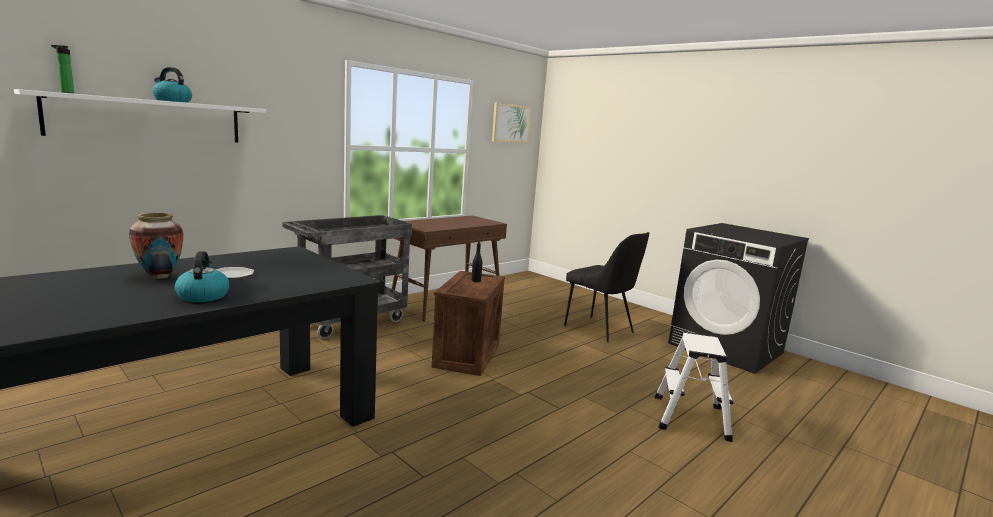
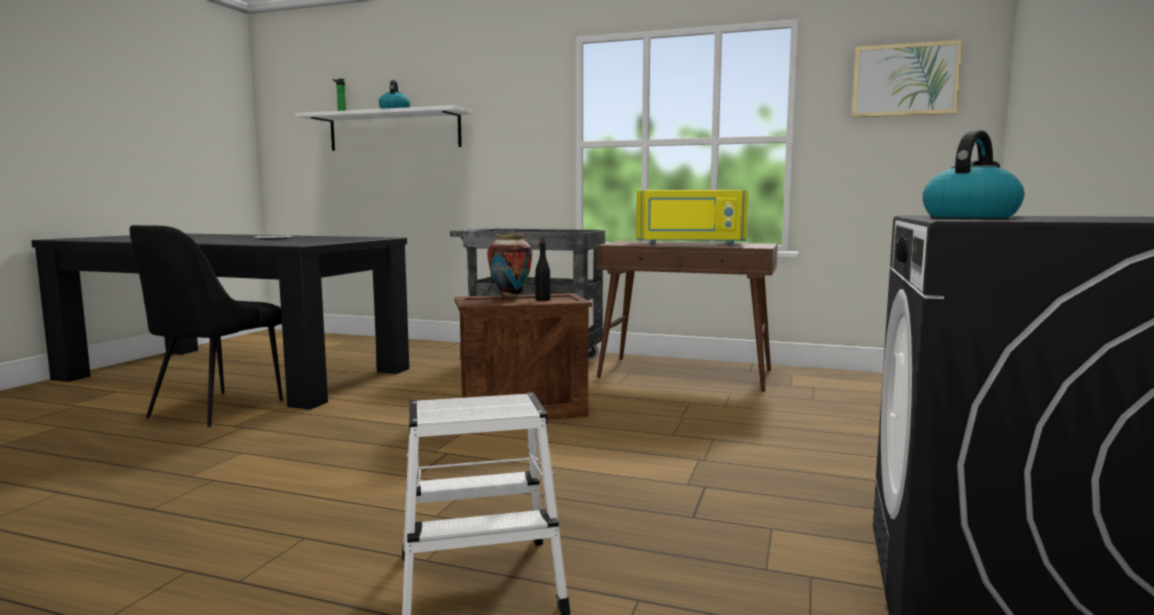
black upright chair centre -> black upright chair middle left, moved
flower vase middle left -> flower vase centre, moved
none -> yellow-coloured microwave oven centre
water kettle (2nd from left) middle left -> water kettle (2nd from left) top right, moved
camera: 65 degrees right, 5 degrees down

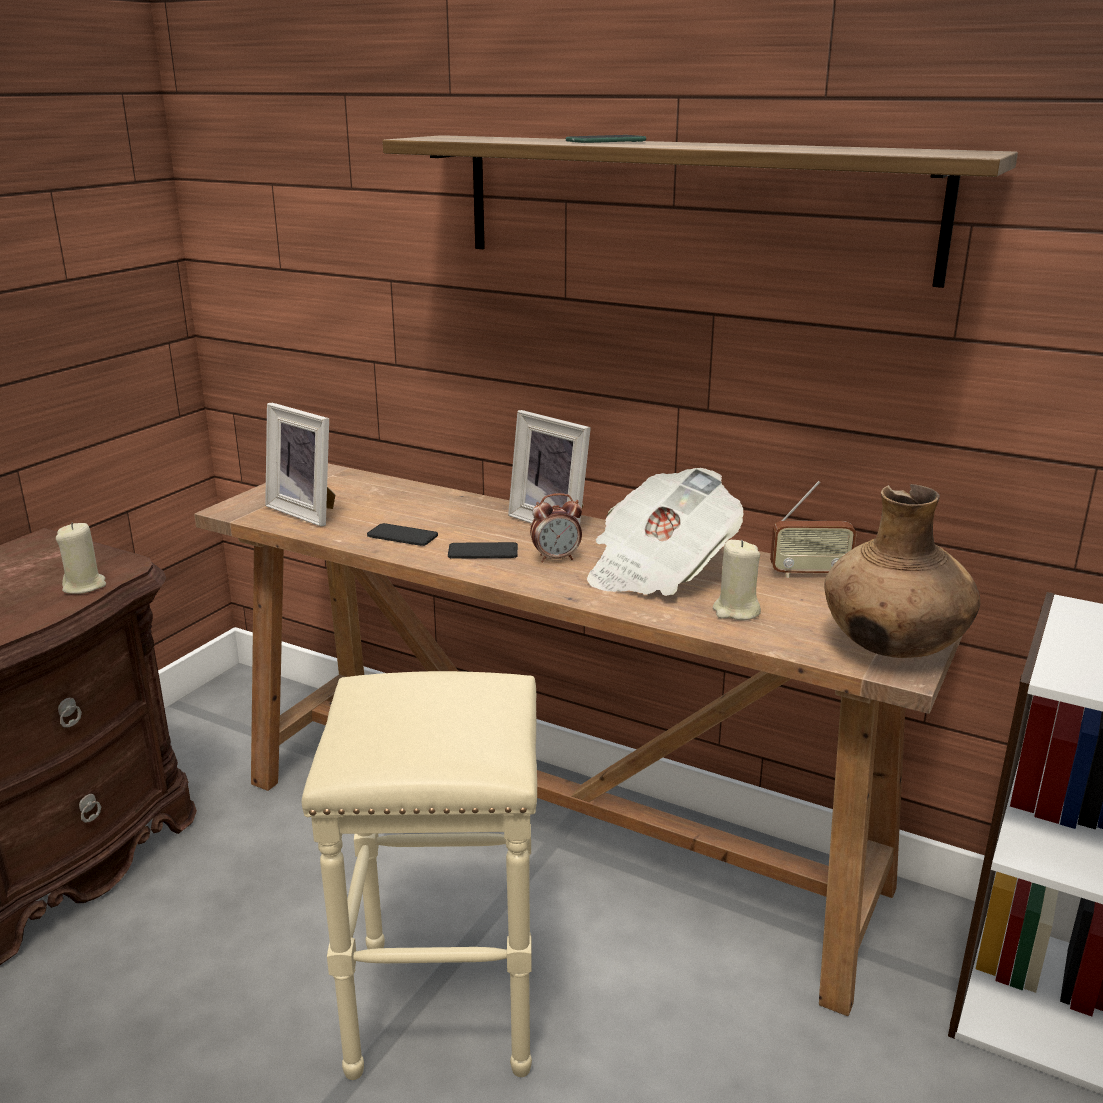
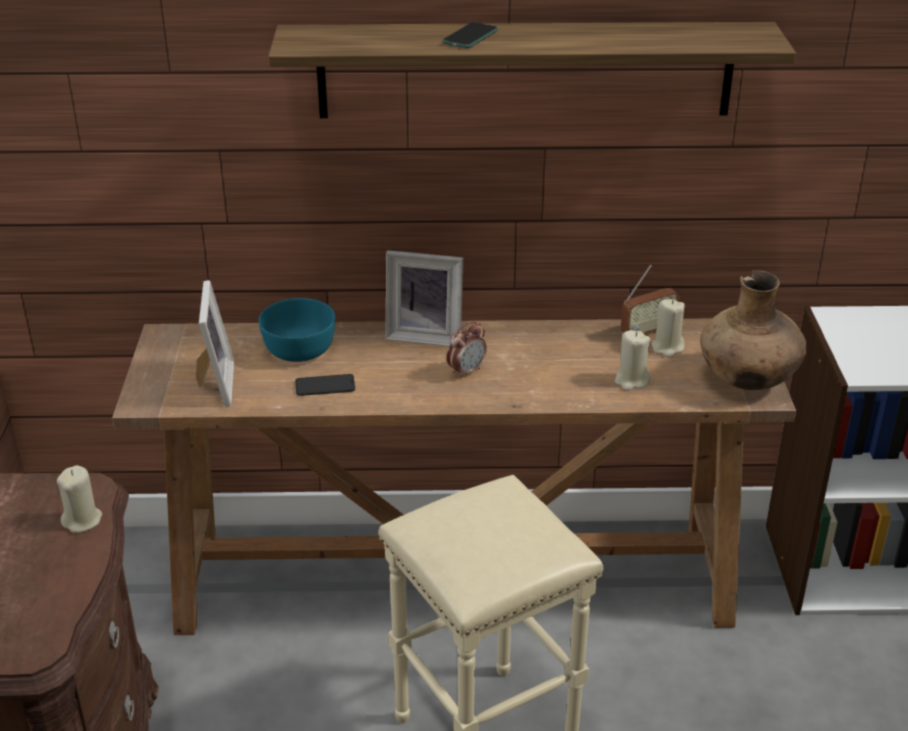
photo frame (1st from left) middle left, 105 degrees counterclockwise
none -> turquoise-coloured bowl middle left
none -> sand-coloured wax light (3rd from left) middle right
phone (2nd from left) centre -> none
printed paper centre -> none
camera: 30 degrees left, 10 degrees up

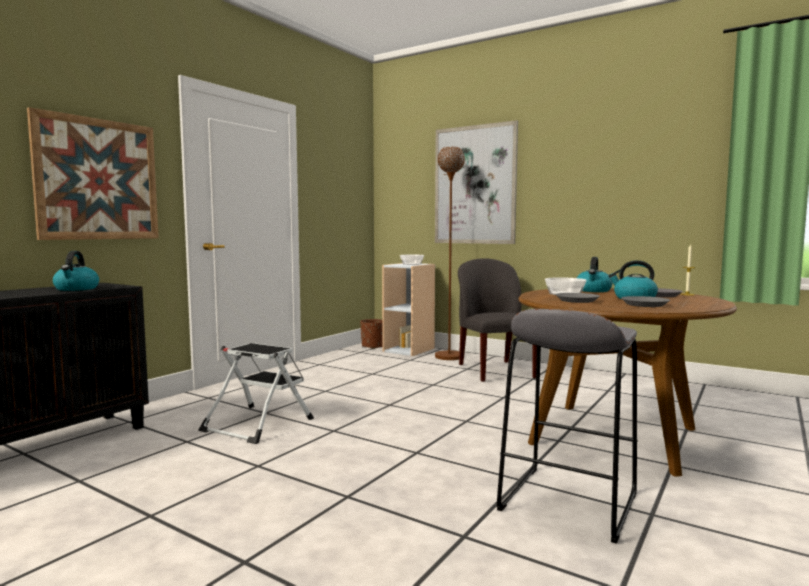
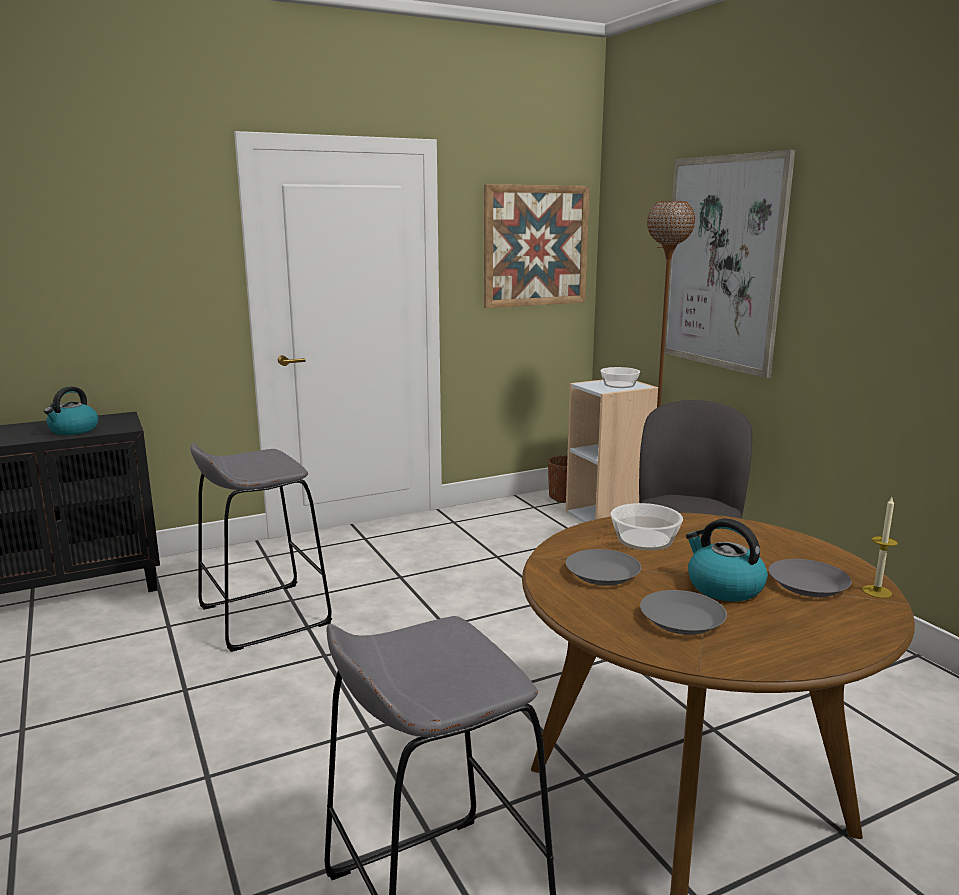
step stool bottom left -> greyish sitting stool (1st from left) middle left
picture (1st from left) top left -> picture (1st from left) top centre, moved
water kettle (2nd from left) middle right -> none
camera: 30 degrees right, 10 degrees up

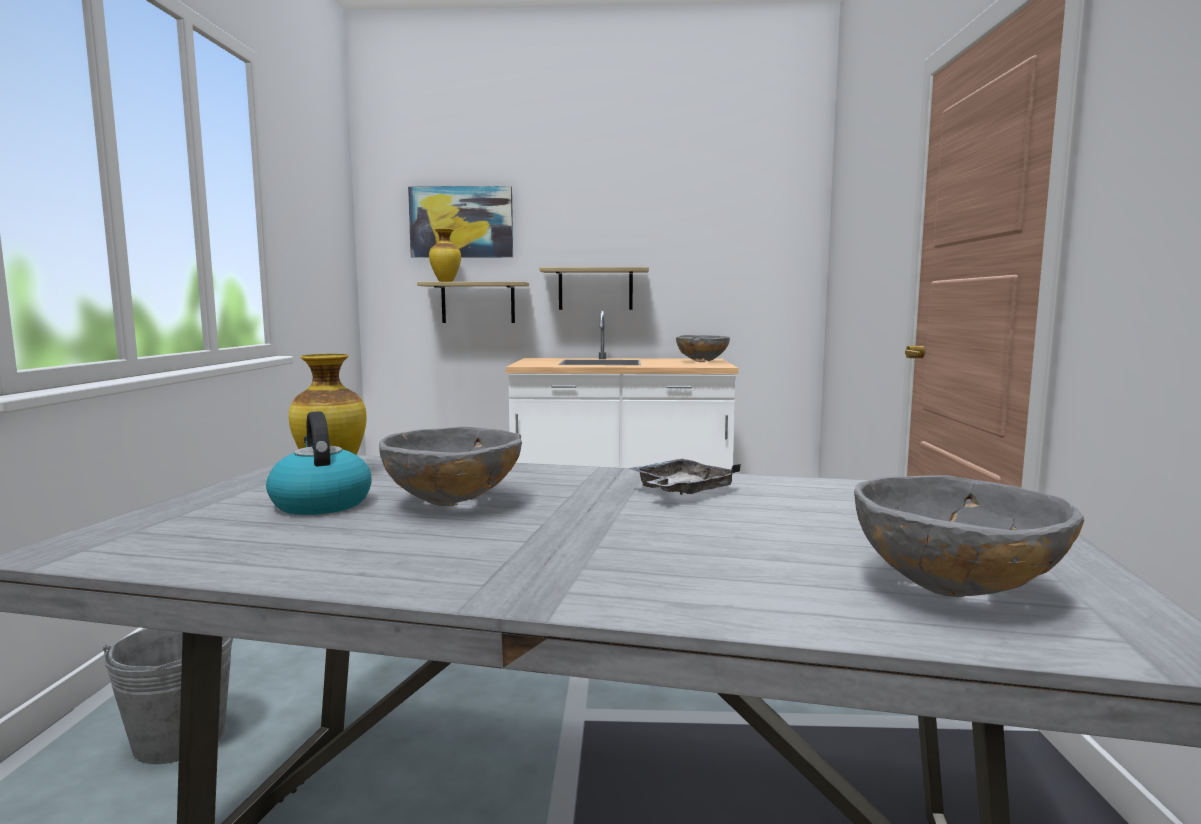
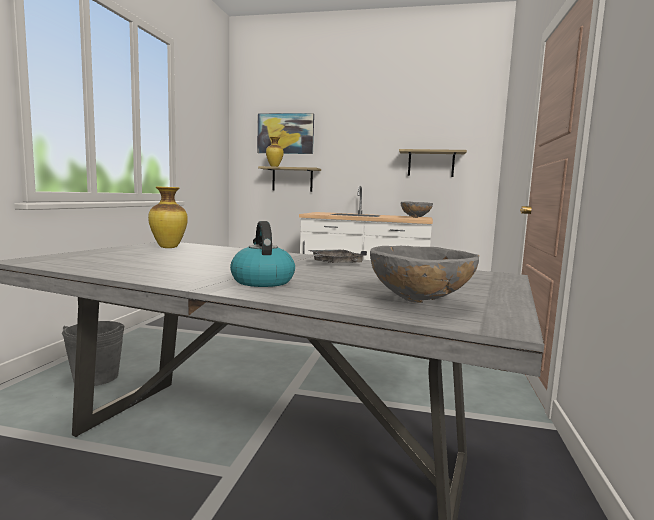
water kettle middle left -> water kettle centre, moved
wall shelf (2nd from left) centre -> wall shelf (2nd from left) top centre, moved
greyish bowl (1st from left) centre -> none
camera: 10 degrees right, 0 degrees up

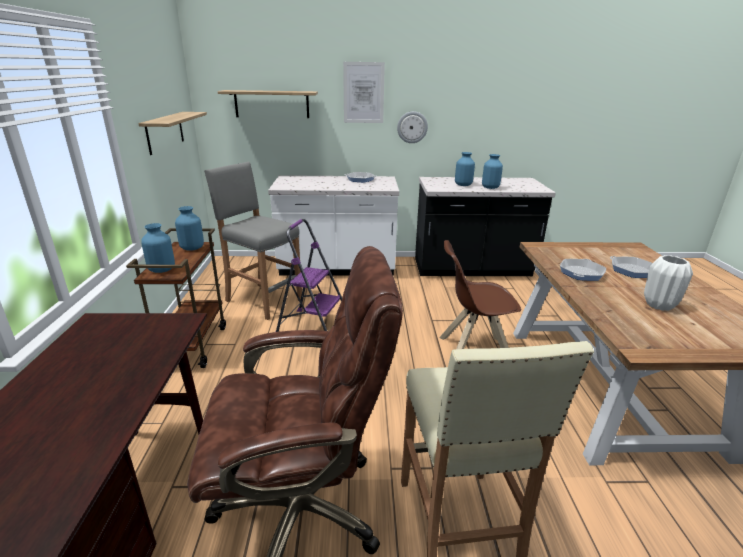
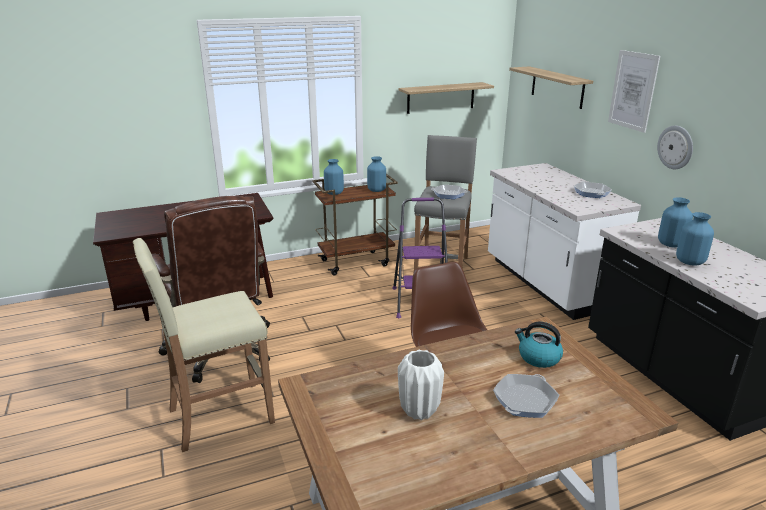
frying pan (2nd from left in the first image) middle right -> frying pan (1st from left) centre, moved
none -> water kettle bottom right
camera: 70 degrees right, 0 degrees up

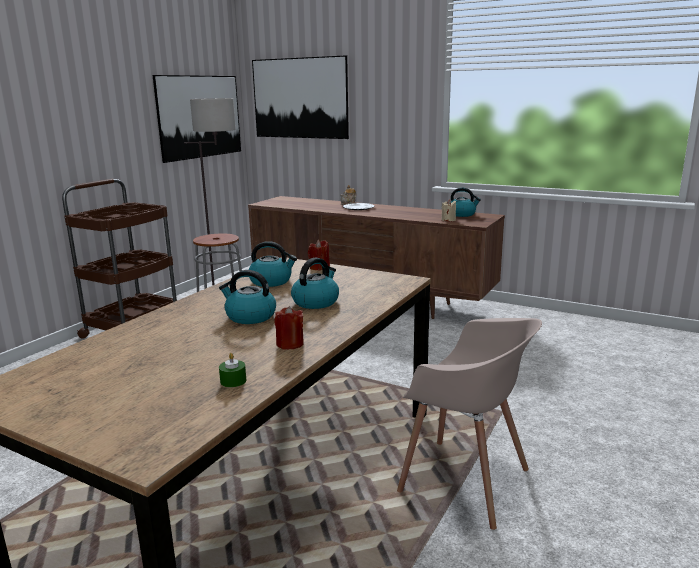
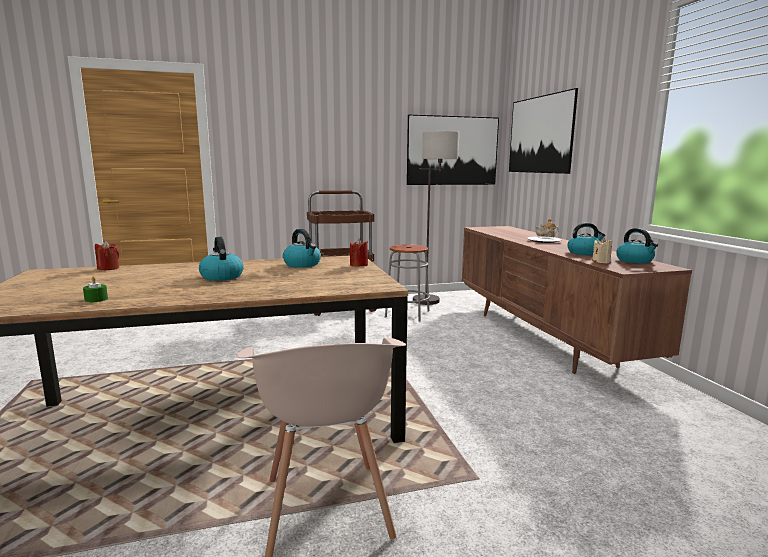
red-coloured wax light (1st from left) centre -> red-coloured wax light (1st from left) middle left, moved
water kettle (3rd from left) centre -> water kettle (3rd from left) middle right, moved
camera: 45 degrees right, 5 degrees down

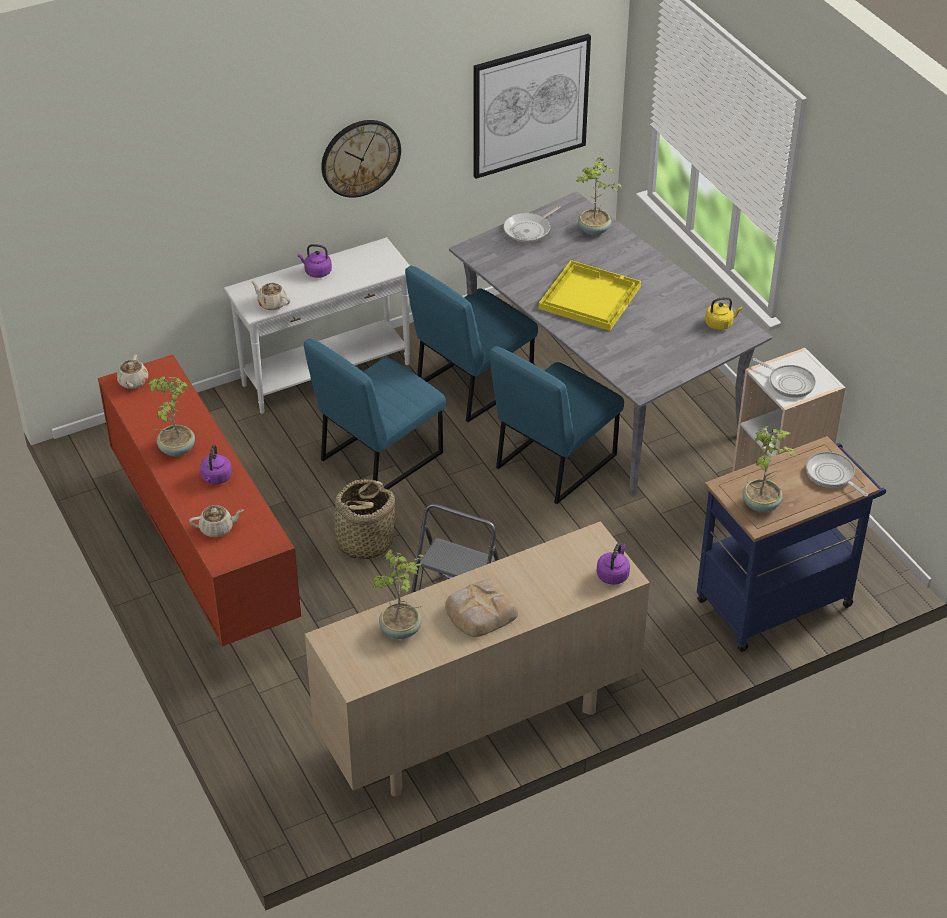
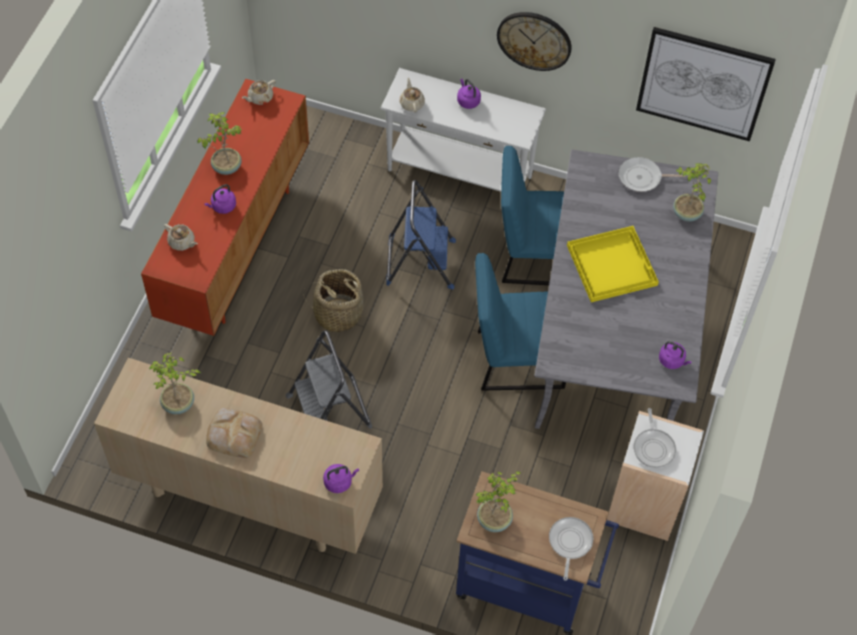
blue upright chair (1st from left) centre -> blue step stool centre
yellow-coloured water kettle middle right -> purple-coloured water kettle (4th from left) middle right
camera: 45 degrees right, 15 degrees up

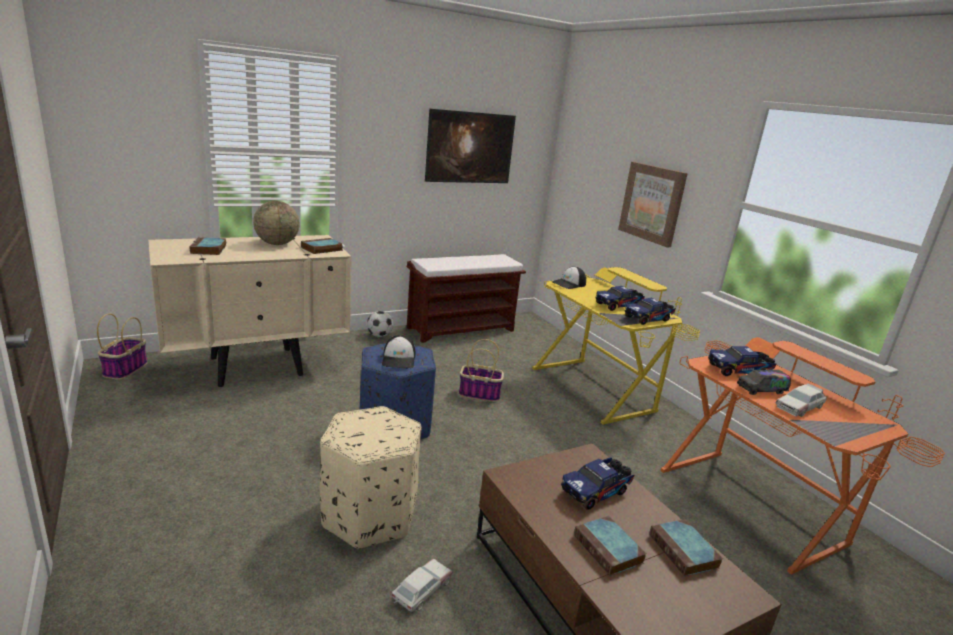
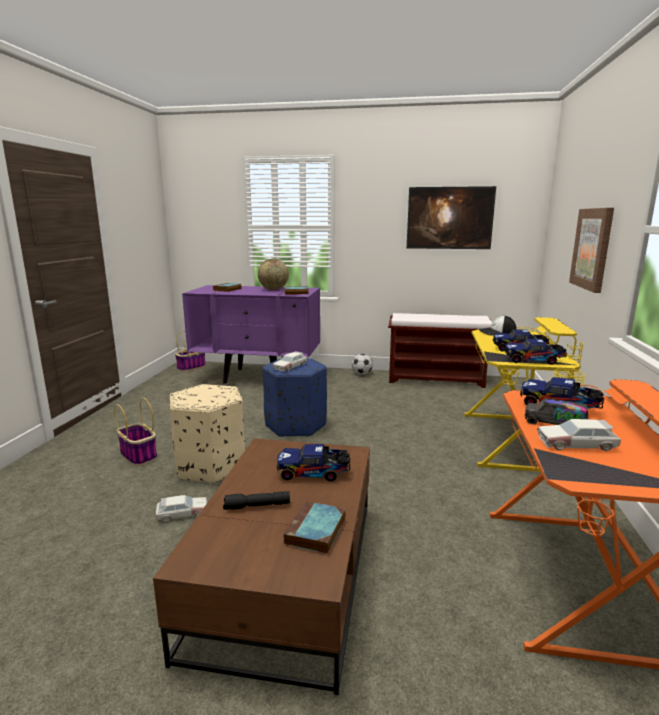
basket (2nd from left in the first image) centre -> basket (1st from left) middle left, moved
sand-coloured drawer chest middle left -> purple-coloured drawer chest centre
book (3rd from left) bottom centre -> black flashlight bottom centre
baseball cap (1st from left) centre -> toy car (2nd from left) centre
camera: 40 degrees right, 5 degrees down

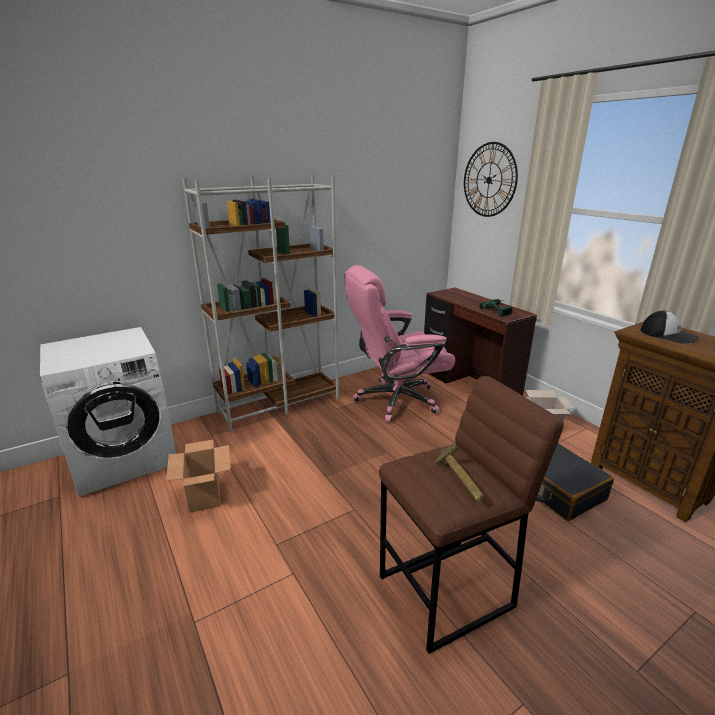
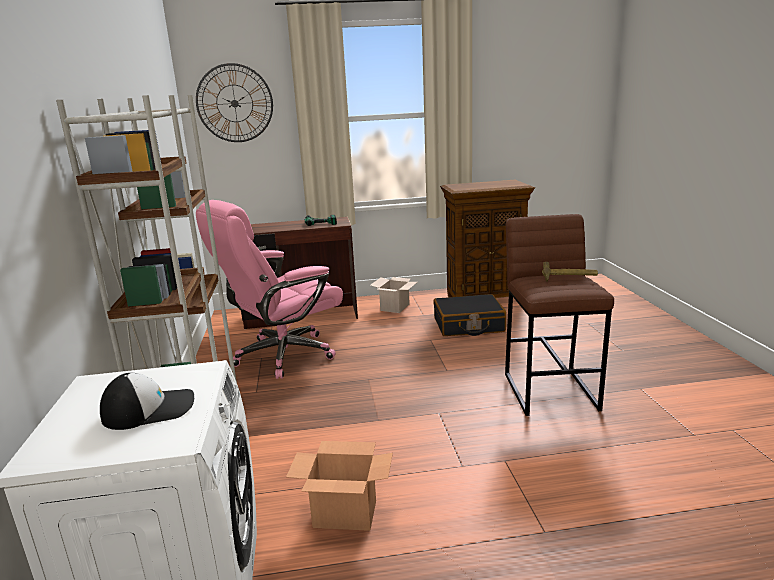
baseball cap middle right -> baseball cap bottom left, moved
pink computer chair centre, 45 degrees clockwise
camera: 65 degrees left, 5 degrees down

